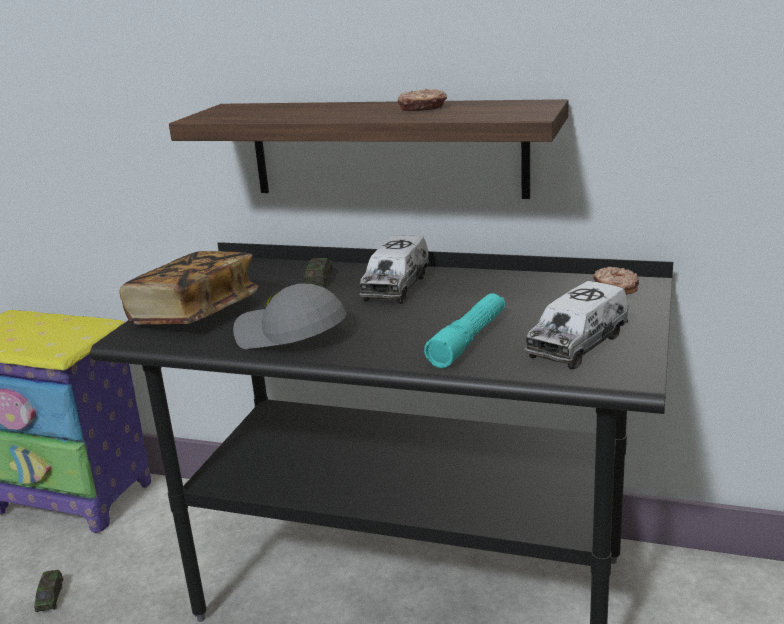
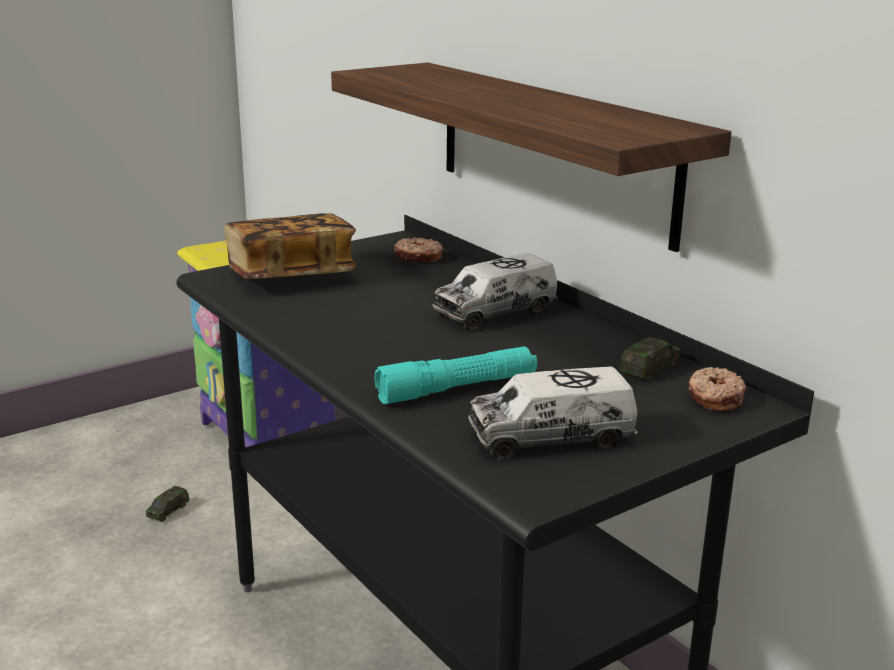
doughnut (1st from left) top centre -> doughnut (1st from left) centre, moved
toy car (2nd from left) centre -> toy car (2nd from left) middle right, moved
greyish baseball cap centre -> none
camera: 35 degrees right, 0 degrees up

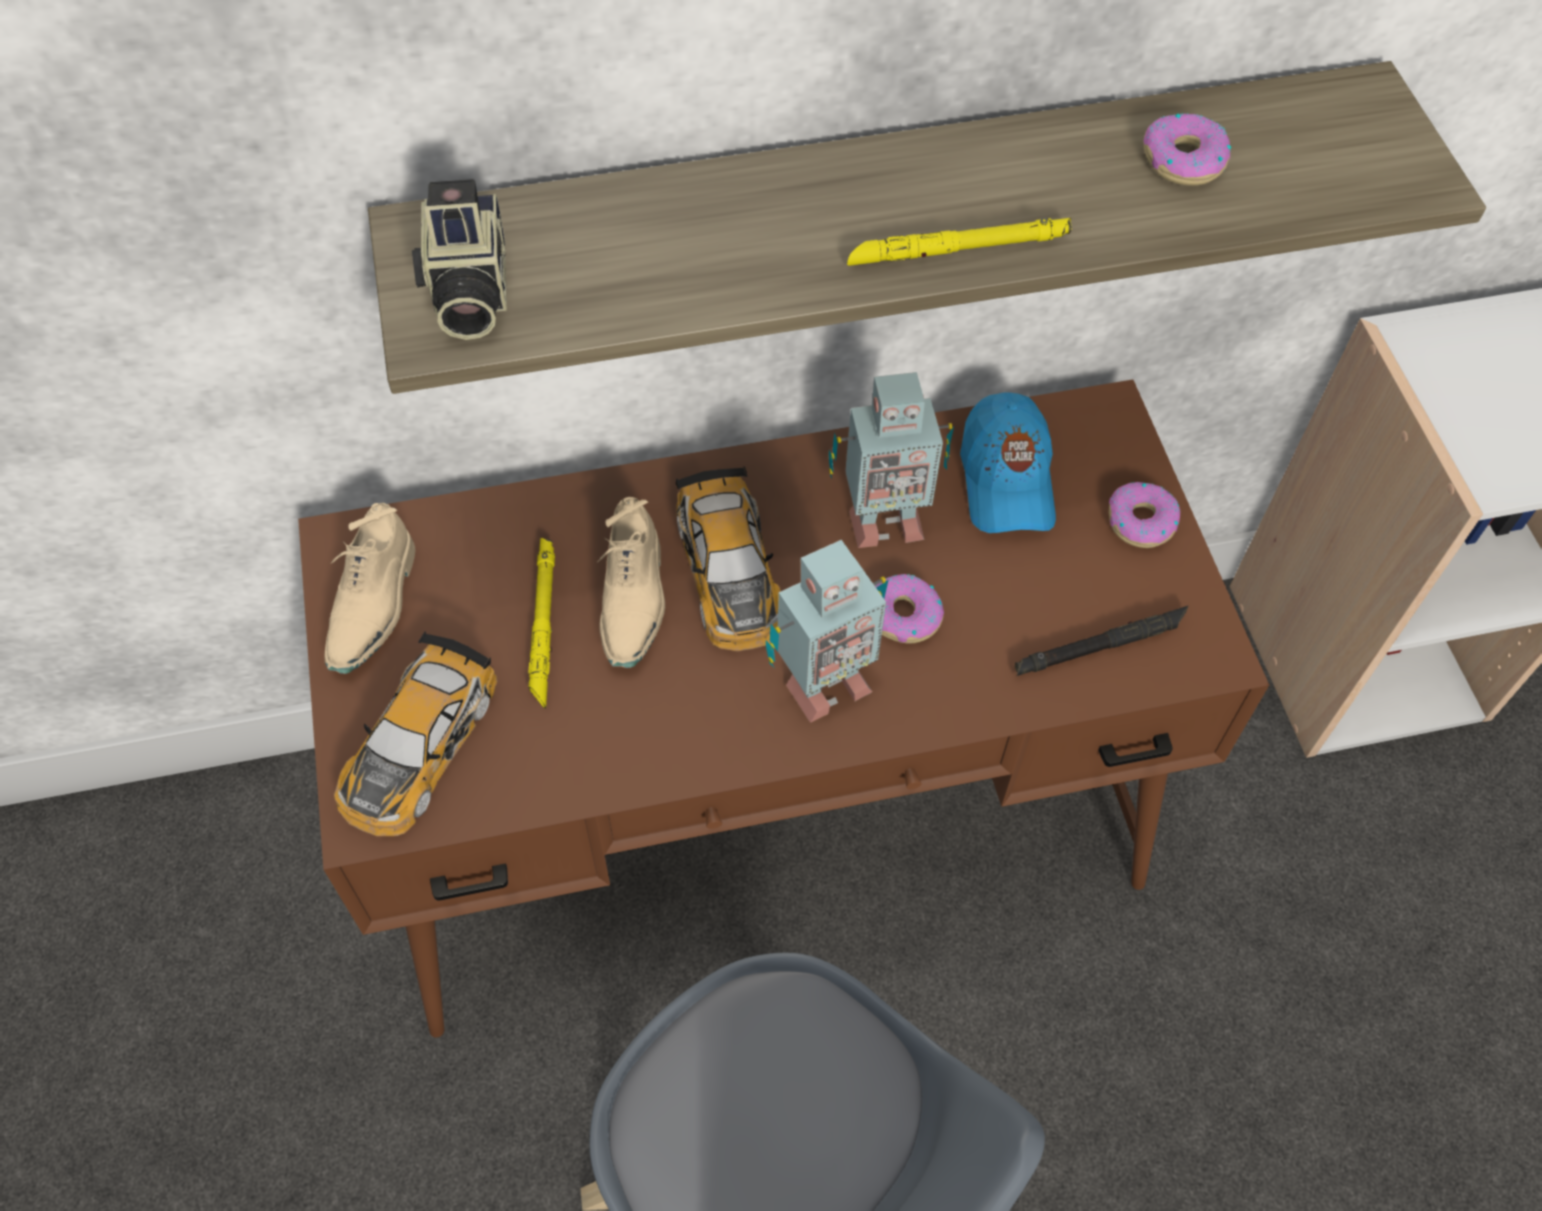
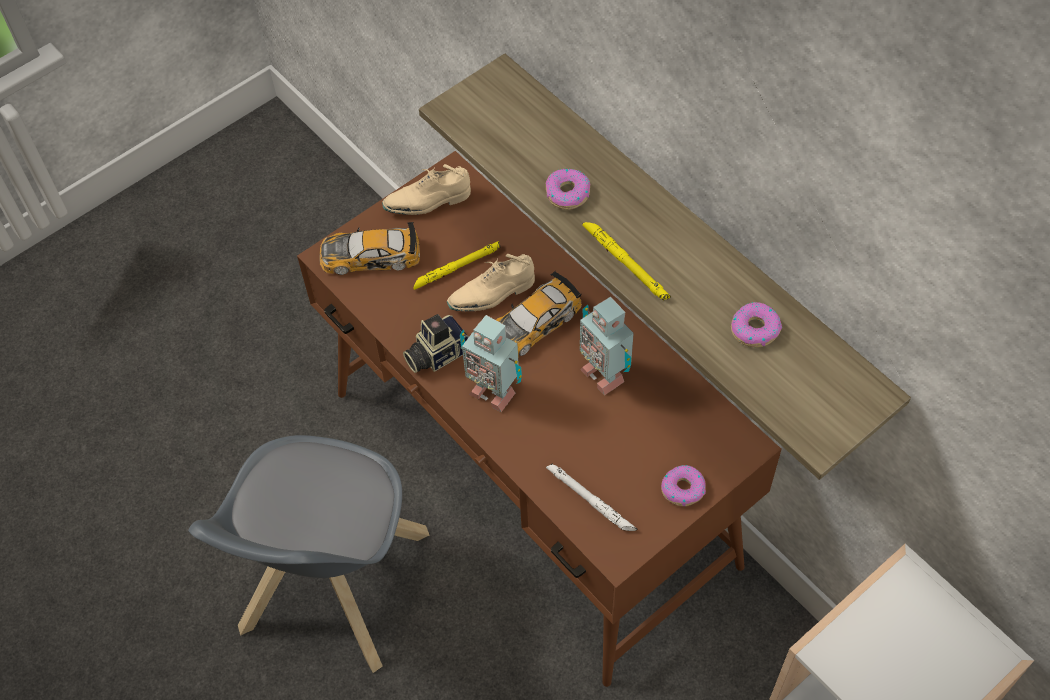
still camera top left -> still camera centre, moved
doughnut (1st from left) centre -> doughnut (1st from left) top centre, moved
black flashlight middle right -> white-coloured flashlight bottom centre
blue baseball cap centre -> none
camera: 65 degrees right, 0 degrees up

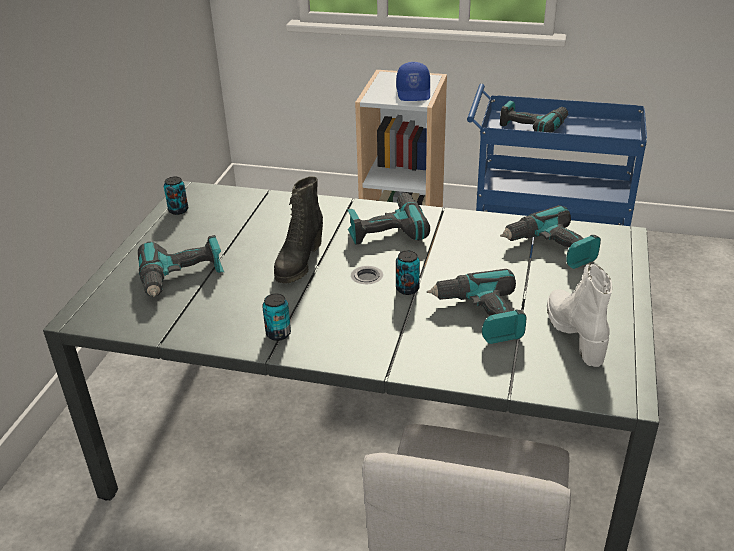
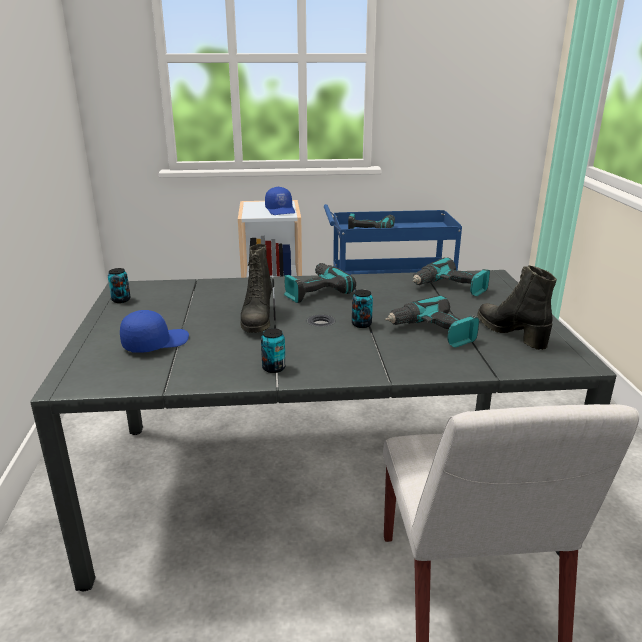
drill (1st from left) middle left -> blue baseball cap (1st from left) middle left
white-coloured boot middle right -> black boot (2nd from left) middle right
camera: 20 degrees left, 10 degrees down

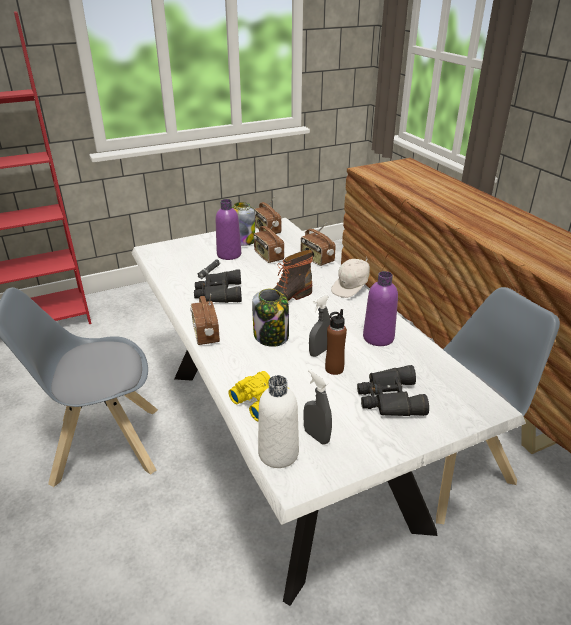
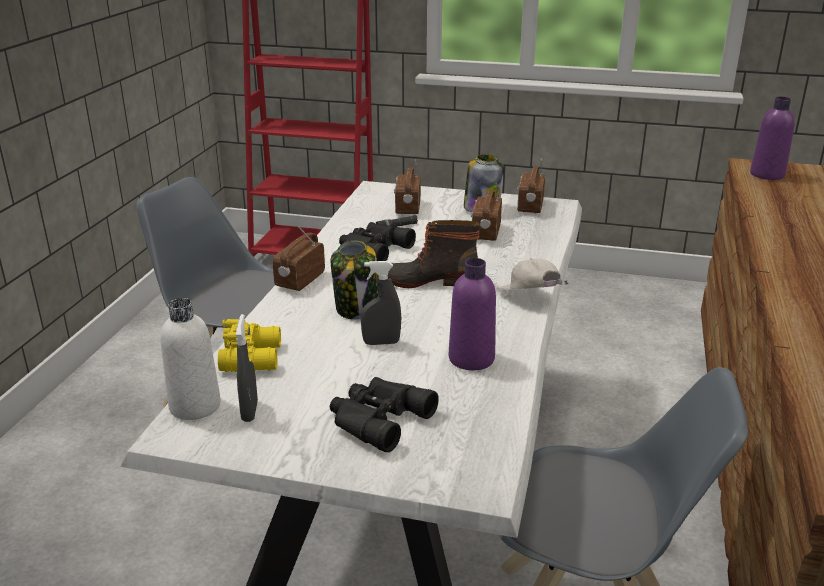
radio set (4th from left in the first image) centre -> radio set (2nd from left) top centre, moved
white-coloured baseball cap centre, 60 degrees clockwise
purple-coloured beverage bottle (1st from left in the first image) centre -> purple-coloured beverage bottle (2nd from left) top right, moved
brownish beverage bottle centre -> none
camera: 40 degrees right, 5 degrees down

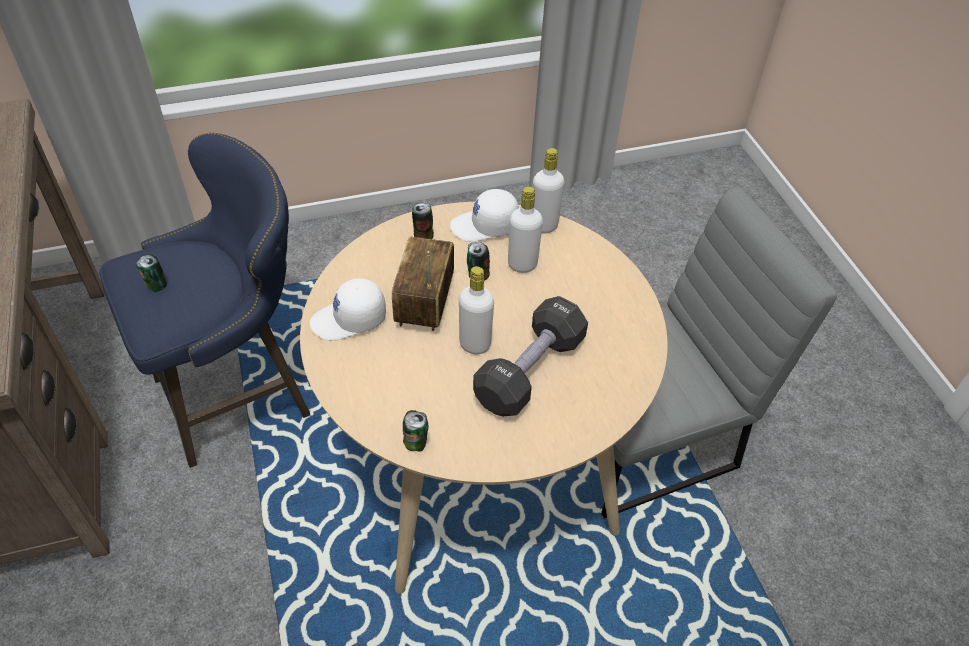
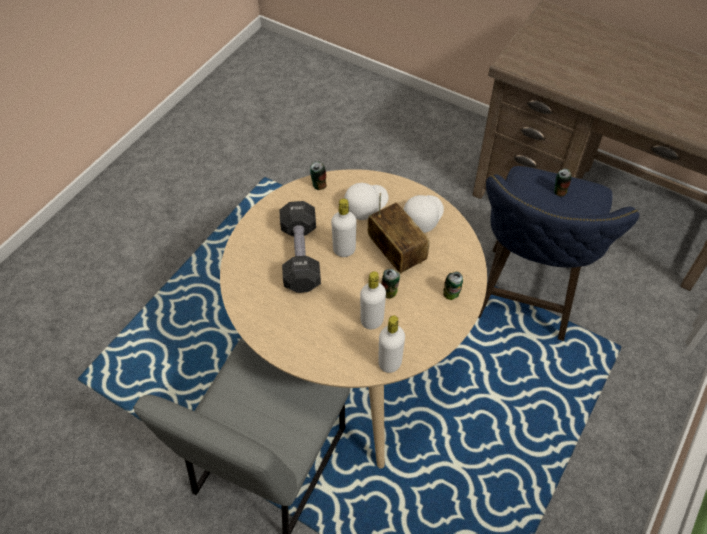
white-coloured baseball cap (2nd from left in the first image) top centre -> white-coloured baseball cap (1st from left) centre, moved
camera: 140 degrees right, 5 degrees up

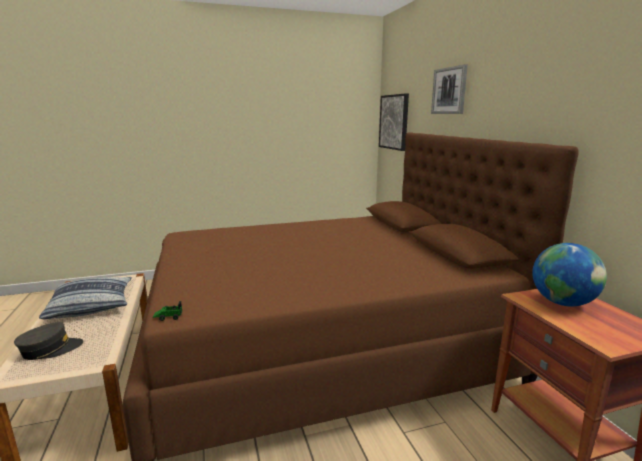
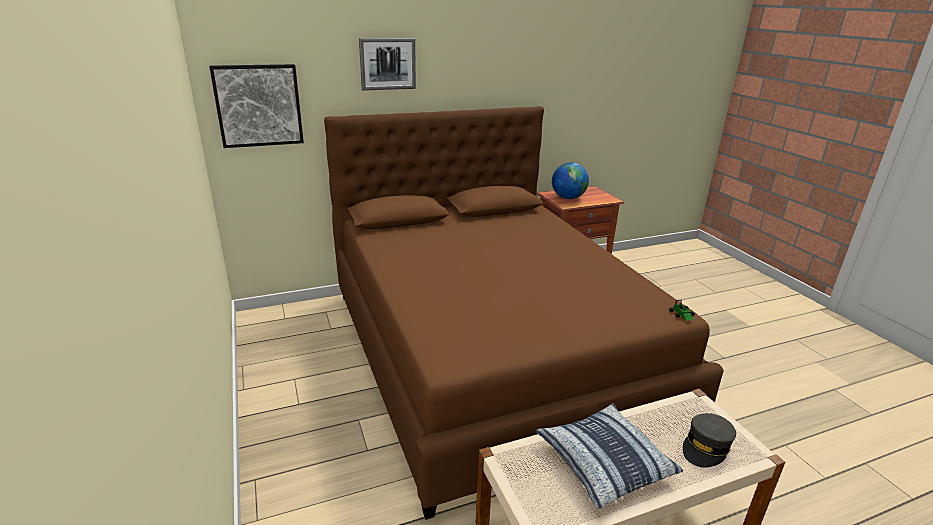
greyish baseball cap bottom left -> greyish baseball cap bottom right, 105 degrees counterclockwise
camera: 95 degrees left, 10 degrees up

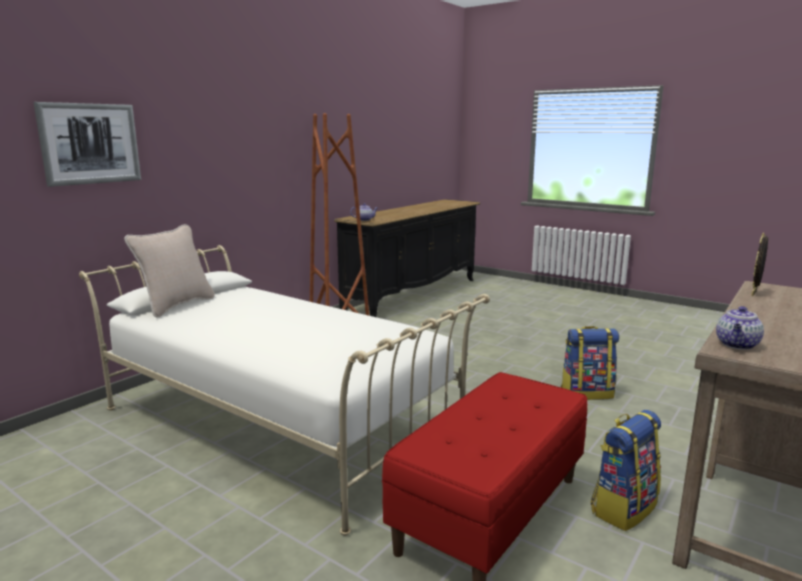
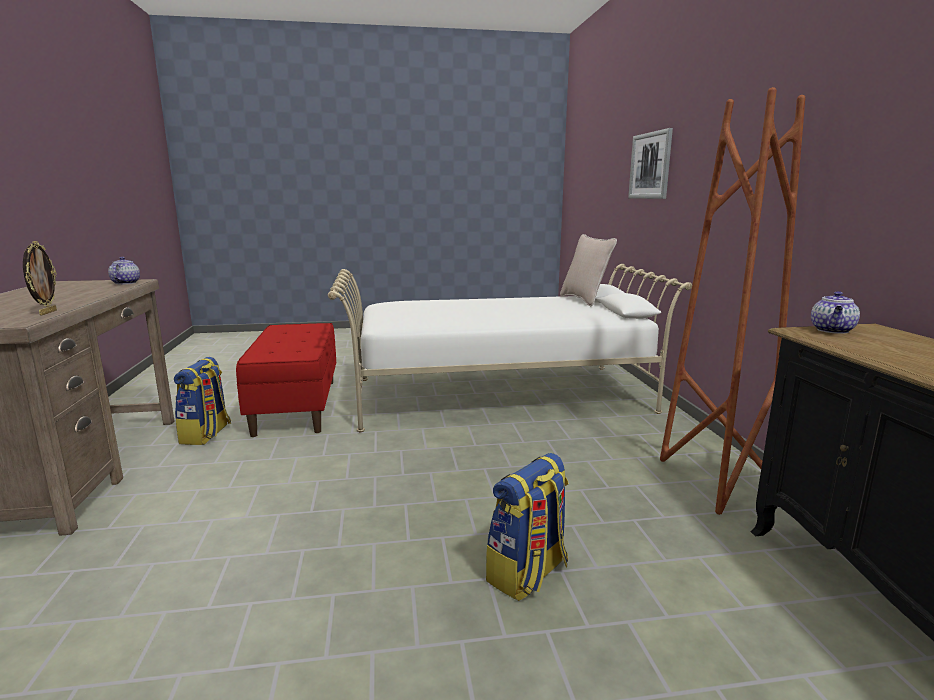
rucksack (1st from left in the first image) middle right -> rucksack (2nd from left) bottom centre, moved
camera: 135 degrees right, 0 degrees up

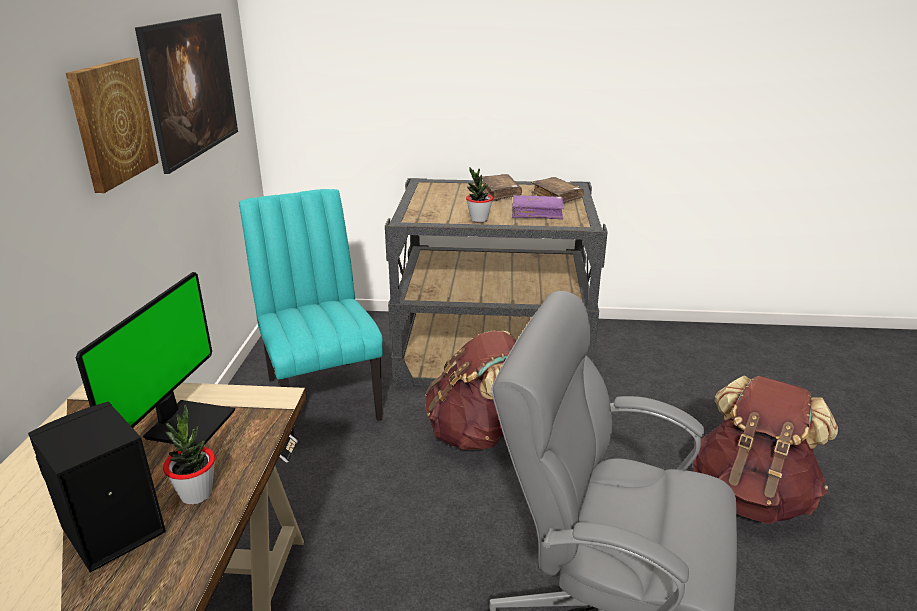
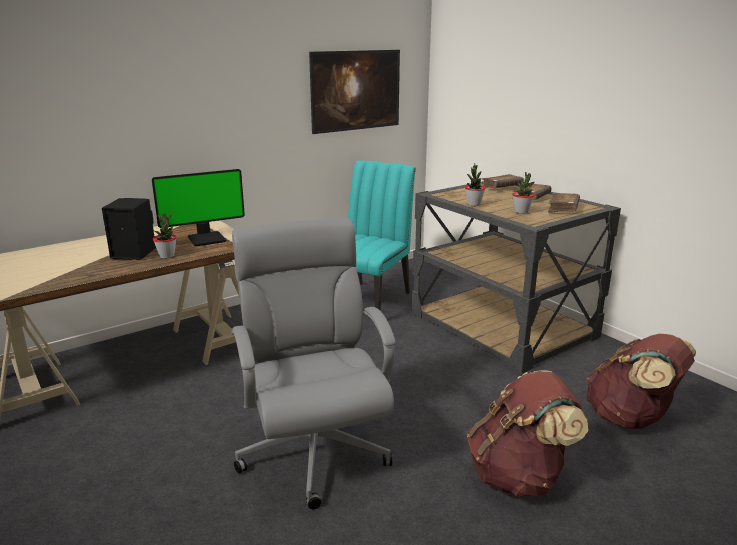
none -> brownish book (1st from left) top right
purple-coloured book centre -> potted plant (3rd from left) middle right
brownish rucksack (1st from left in the first image) centre -> brownish rucksack (2nd from left) bottom right, moved
picture (1st from left) top left -> none
camera: 50 degrees right, 5 degrees down

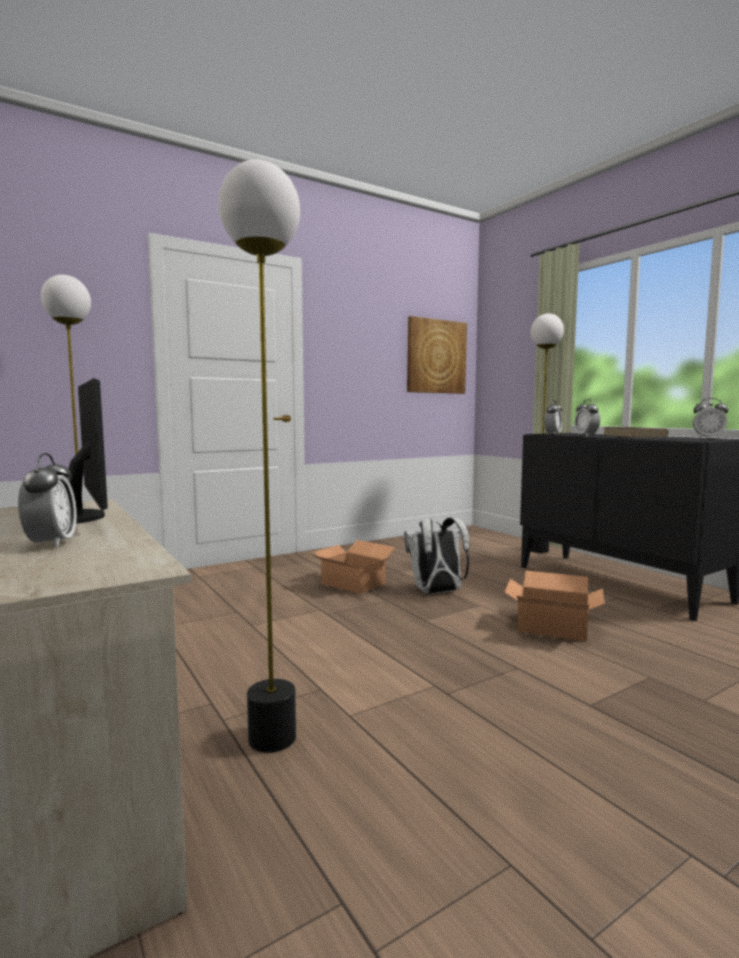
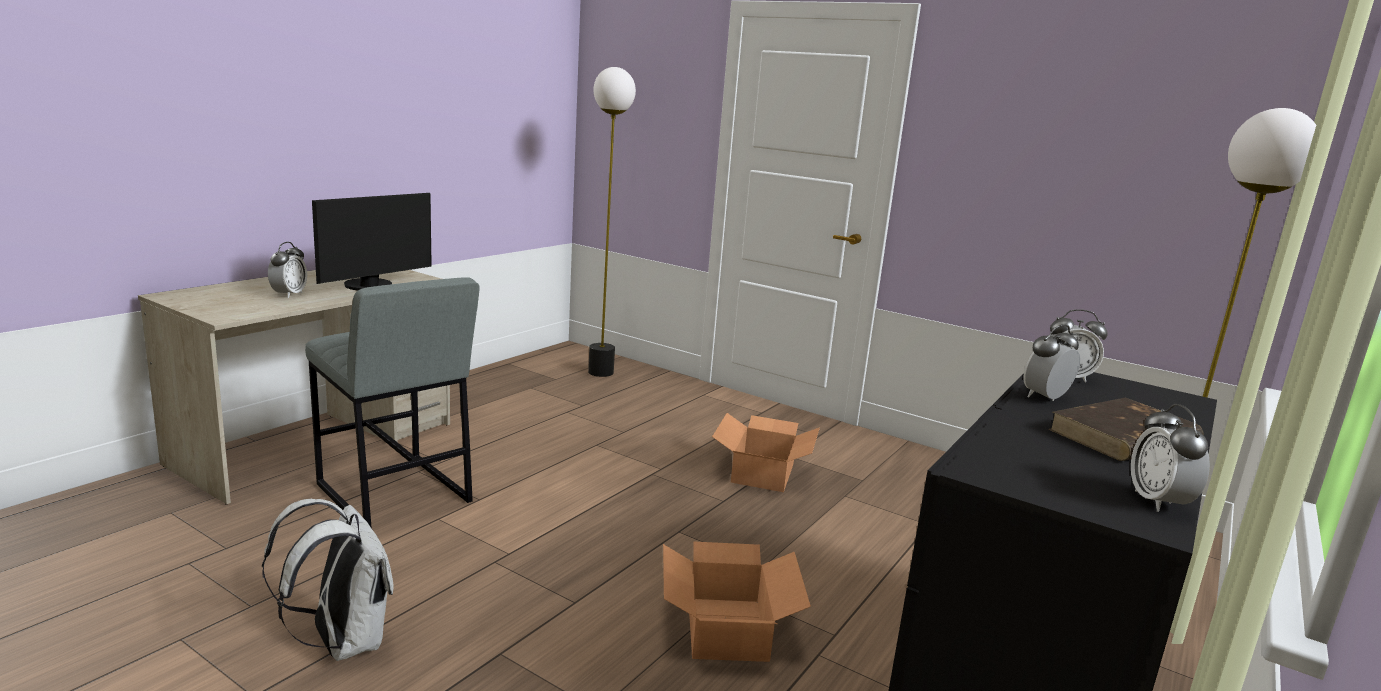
white-coloured rucksack centre -> white-coloured rucksack bottom left, moved
bedside clock (1st from left) middle left, 45 degrees counterclockwise
floor lamp (2nd from left) centre -> greyish upright chair middle left
picture centre -> none
camera: 65 degrees right, 10 degrees up

